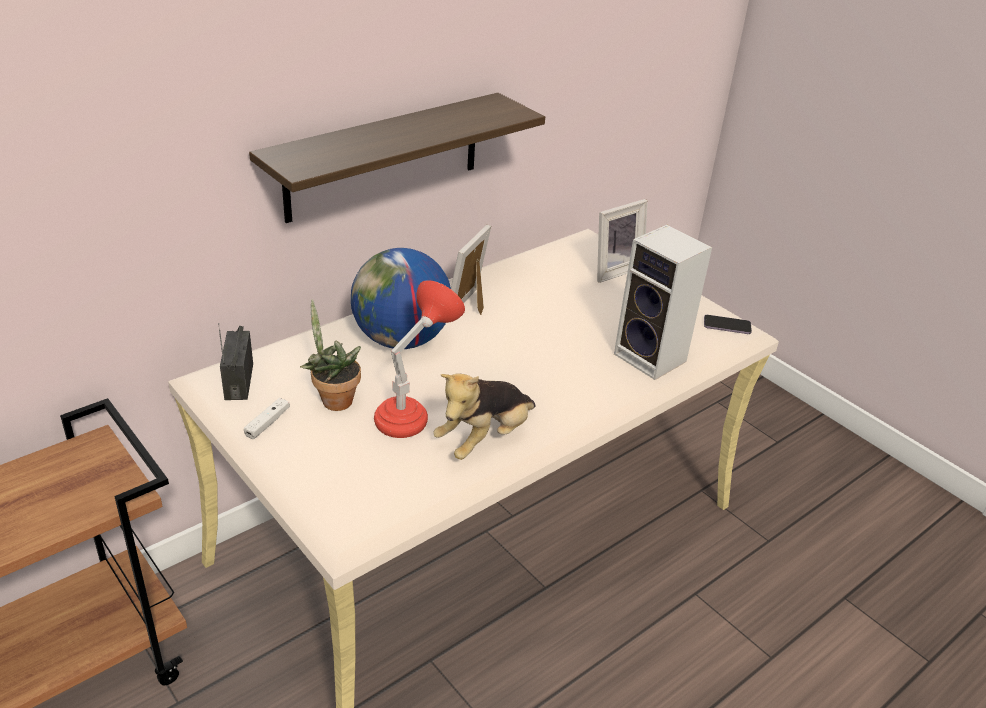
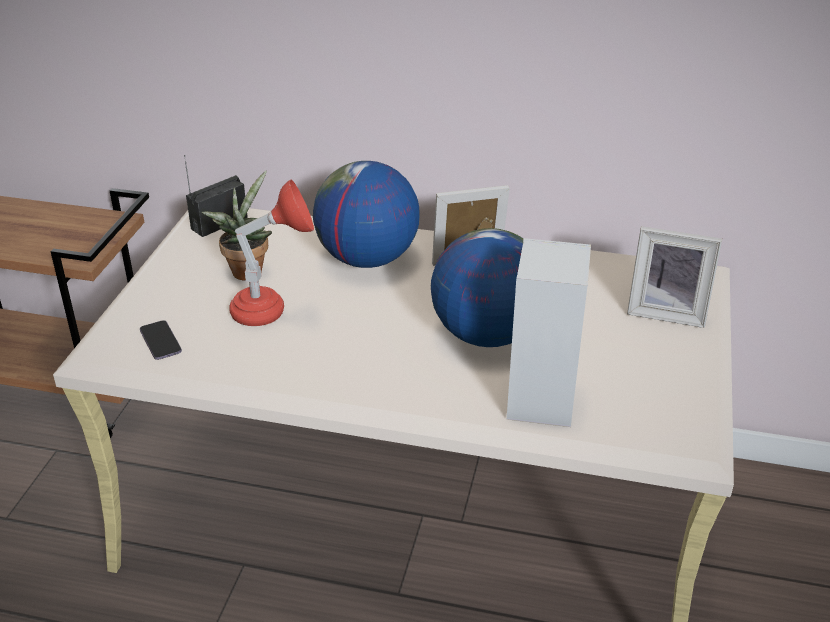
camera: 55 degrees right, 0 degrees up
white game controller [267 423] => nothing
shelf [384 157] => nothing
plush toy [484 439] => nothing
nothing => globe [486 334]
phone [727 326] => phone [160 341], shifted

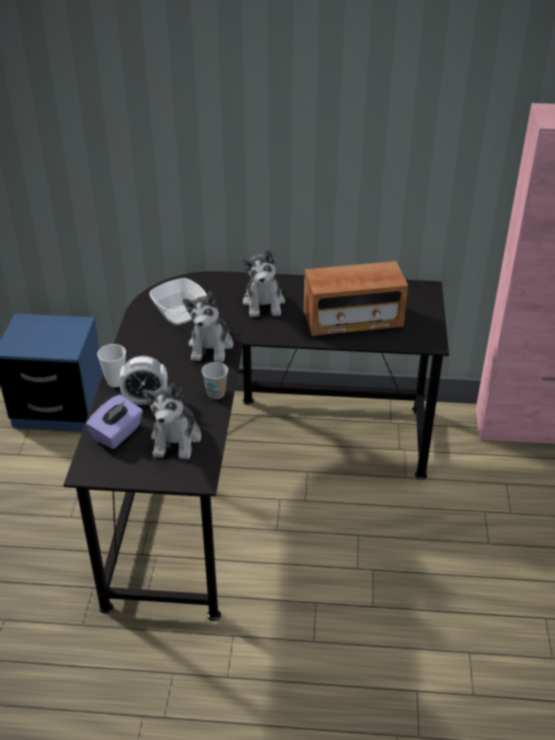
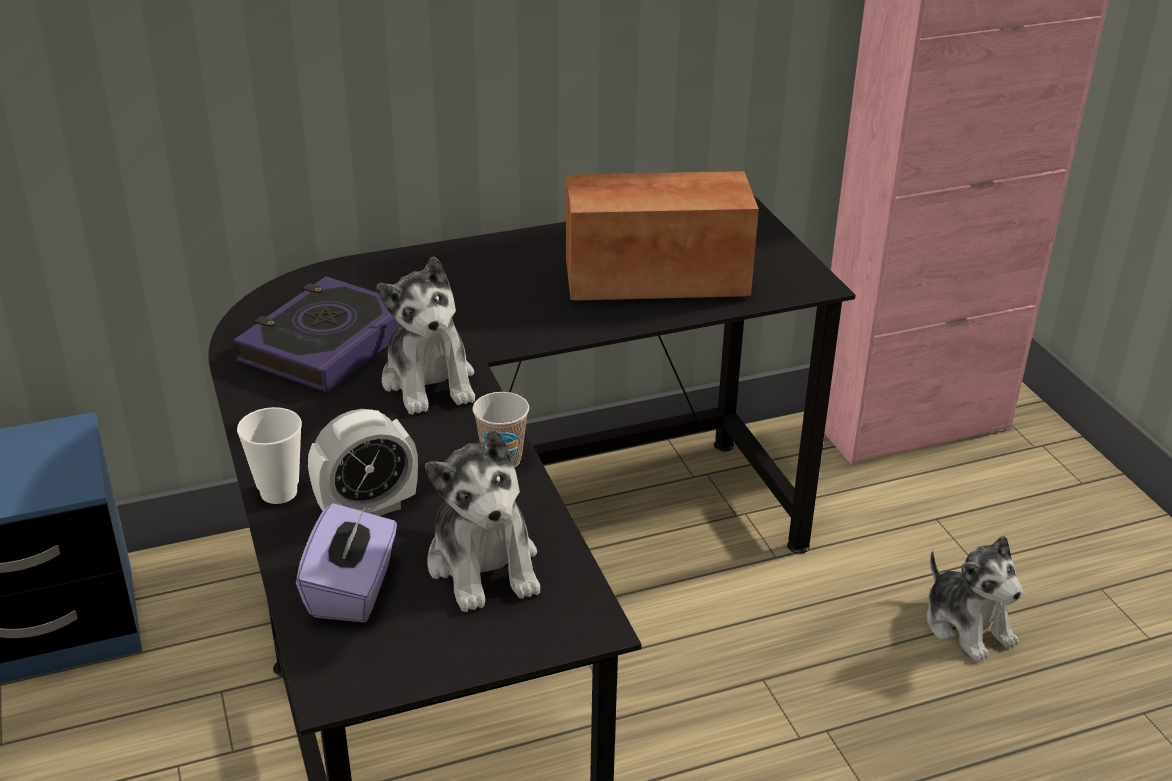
camera: 25 degrees left, 5 degrees down
plush toy [264 303] => plush toy [967 626], shifted
bowl [179 315] => book [326 344]
radio [353 320] => radio [656 280], 150 degrees counterclockwise

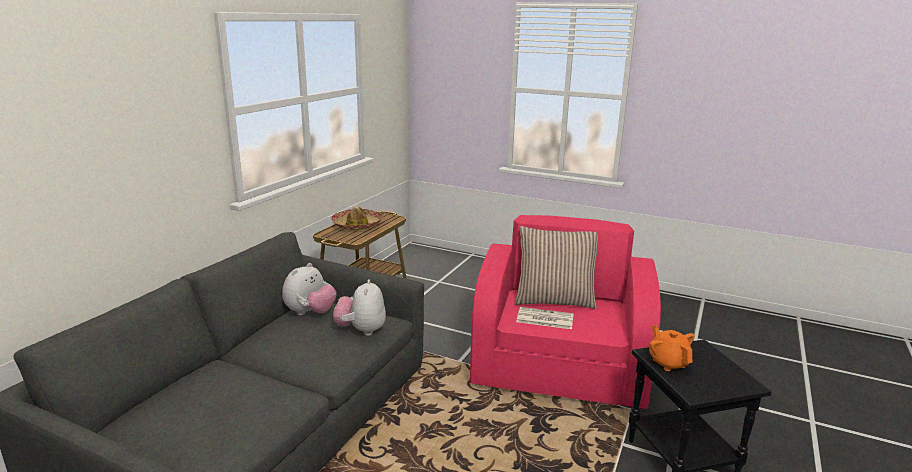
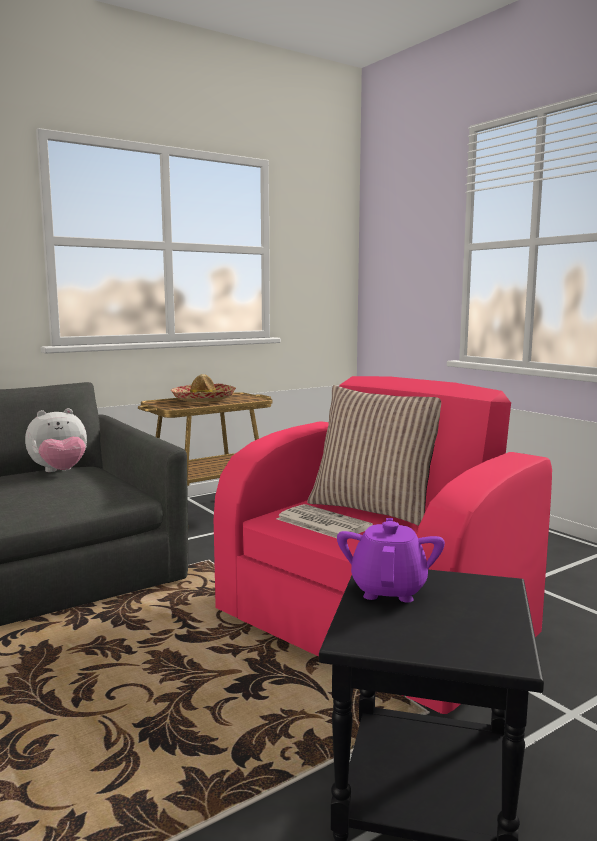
camera: 30 degrees right, 10 degrees down
plush toy [361 330] => nothing
orange teapot [668 362] => purple teapot [389 589]

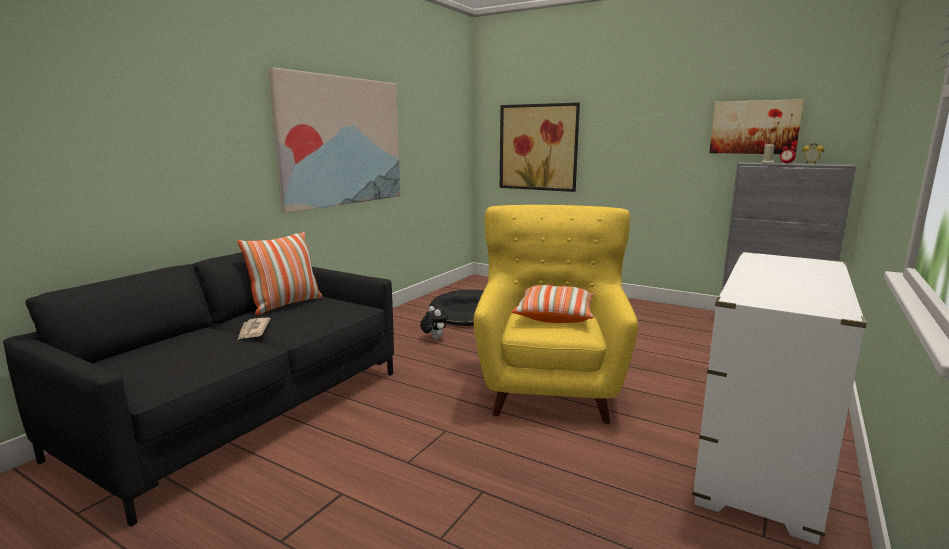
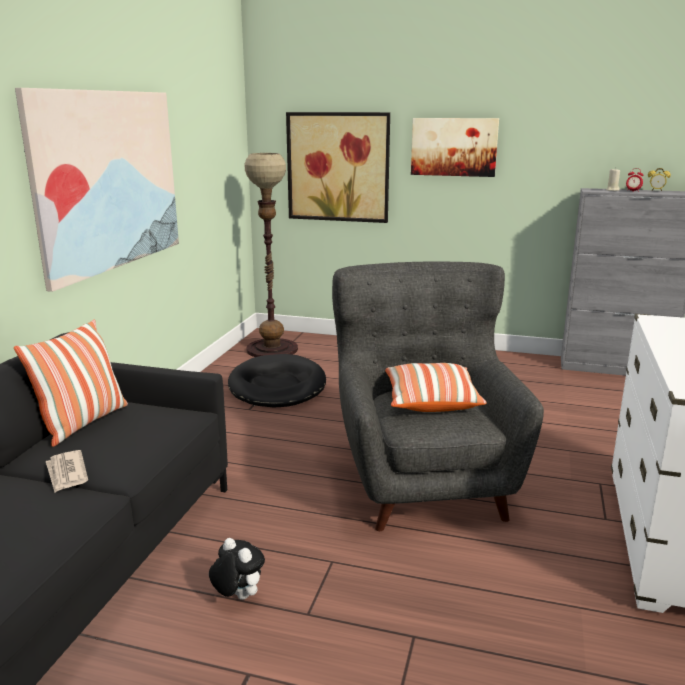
camera: 15 degrees left, 5 degrees up
nothing => floor lamp [272 349]
plush toy [434 338] => plush toy [237 596], shifted
picture [754 127] => picture [454 147], shifted
yellow armchair [550 386] => grey armchair [423 480]

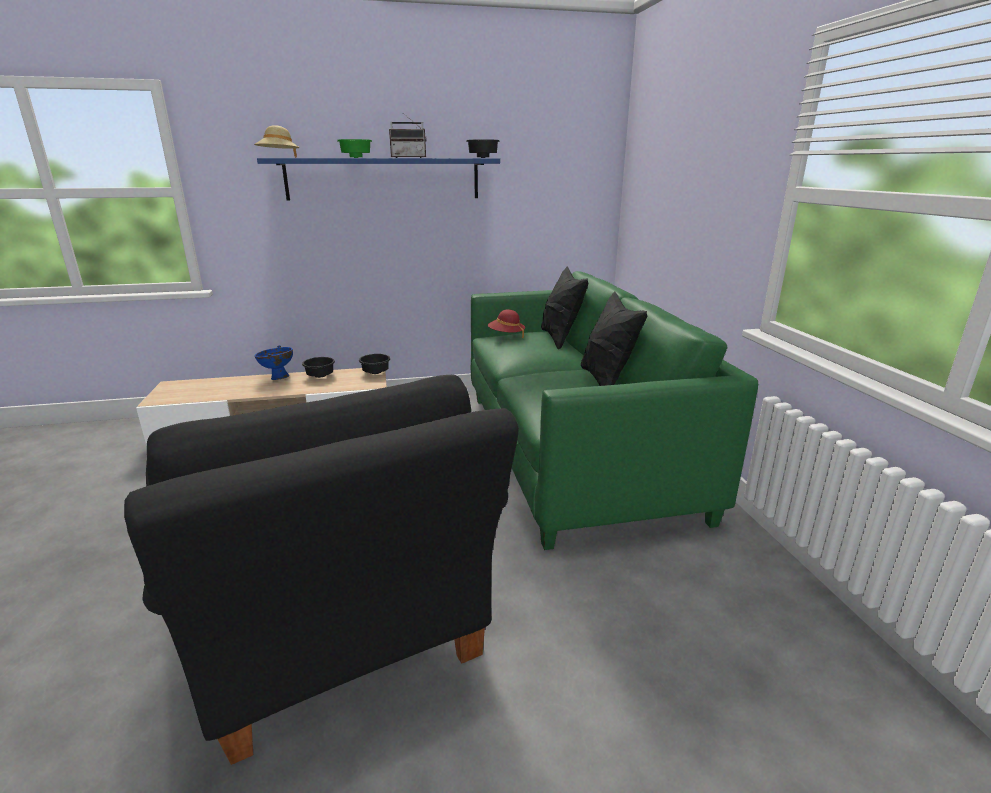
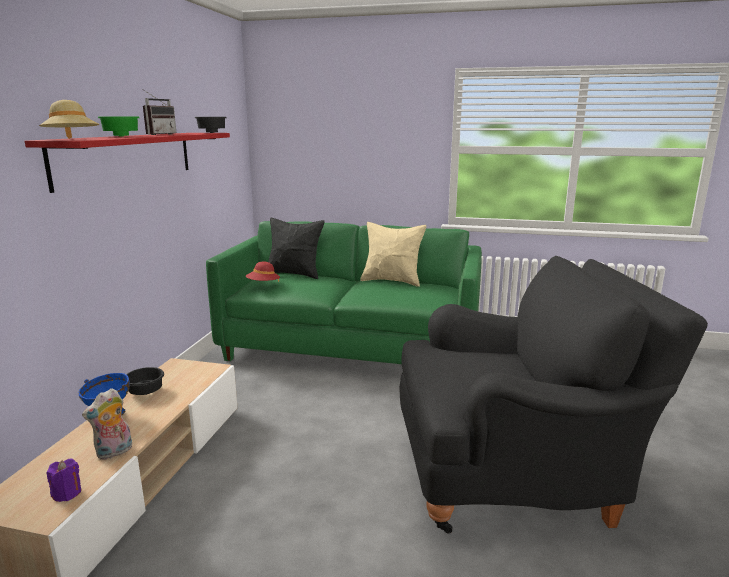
camera: 65 degrees left, 5 degrees down
black bowl [375 373] => nothing
nothing => purple candle [67 493]
nothing => plush toy [114 452]
blue shelf [383 179] => red shelf [128 157]
black pillow [607 381] => beige pillow [392 281]

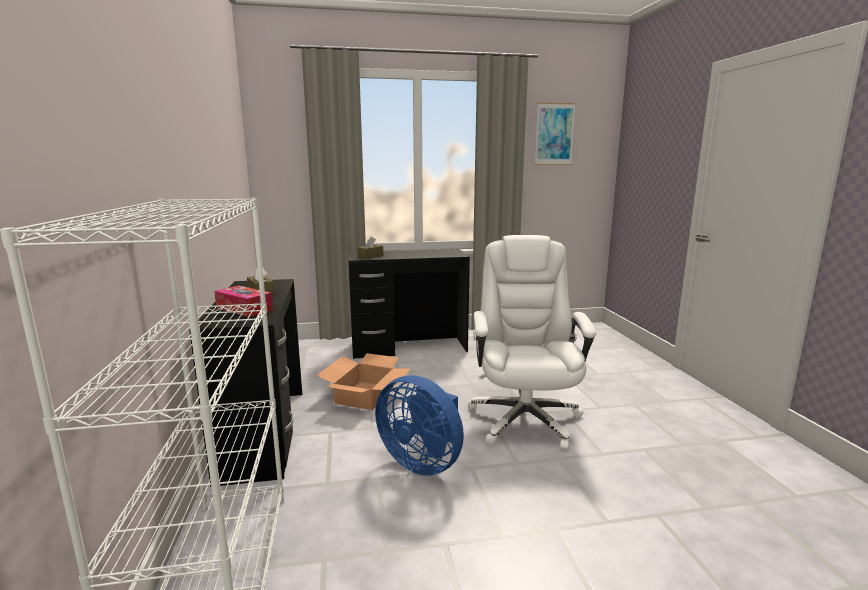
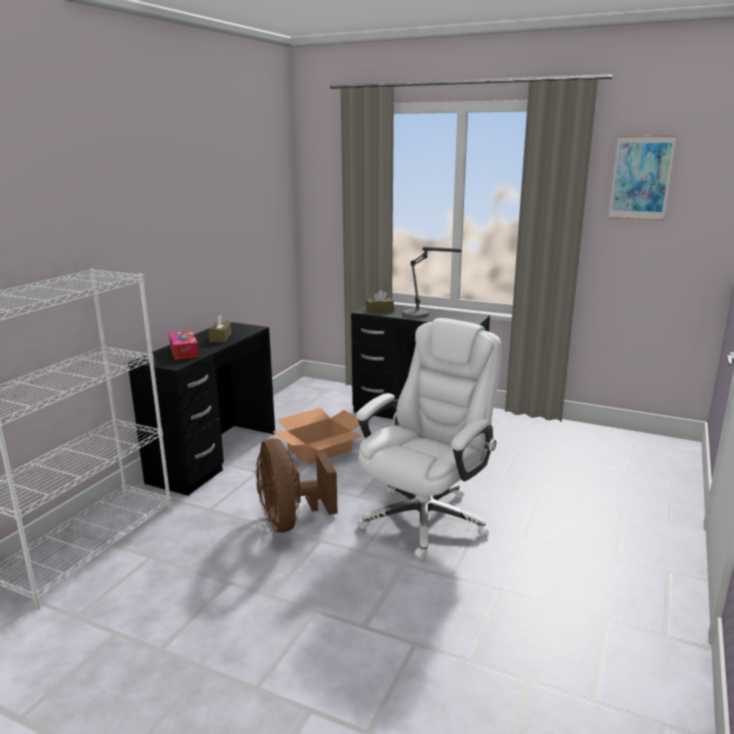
camera: 35 degrees right, 5 degrees up
nothing => table lamp [423 315]
blue fan [423 462] => brown fan [290 521]

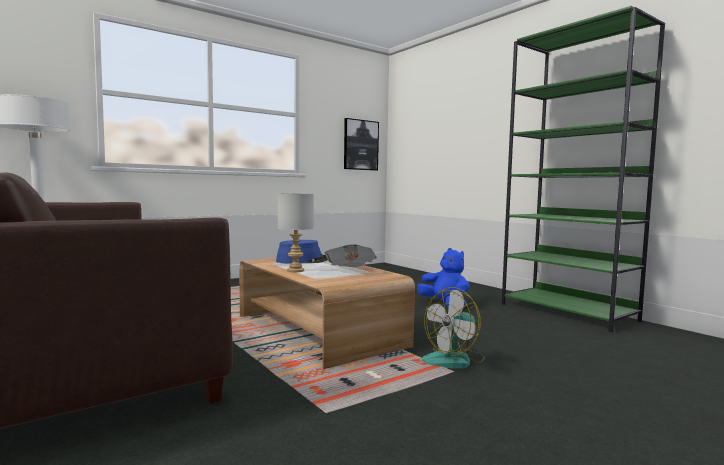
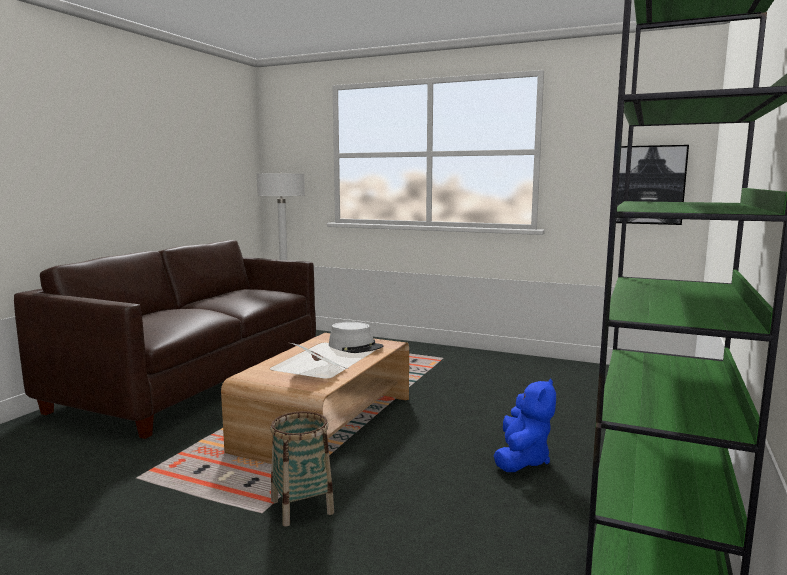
camera: 60 degrees right, 5 degrees up
grey table lamp [296 270] => nothing
fan [454 359] => basket [302 507]
blue hat [304 260] => grey hat [355 346]

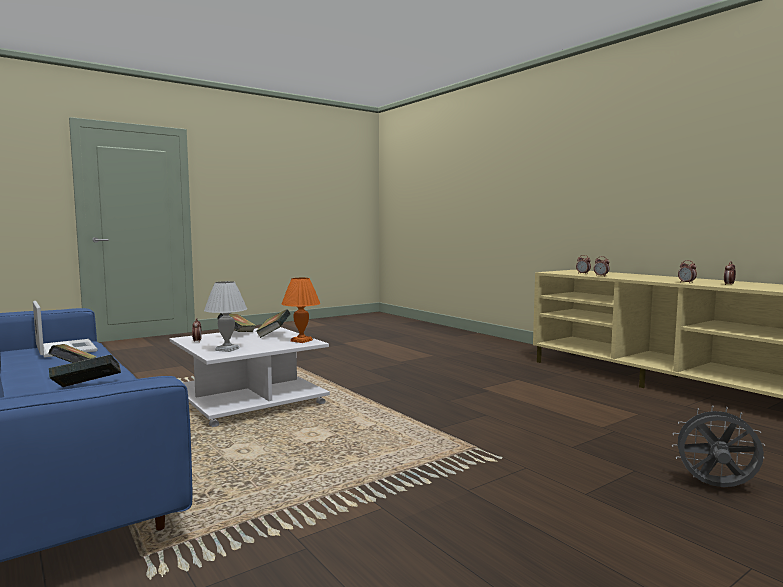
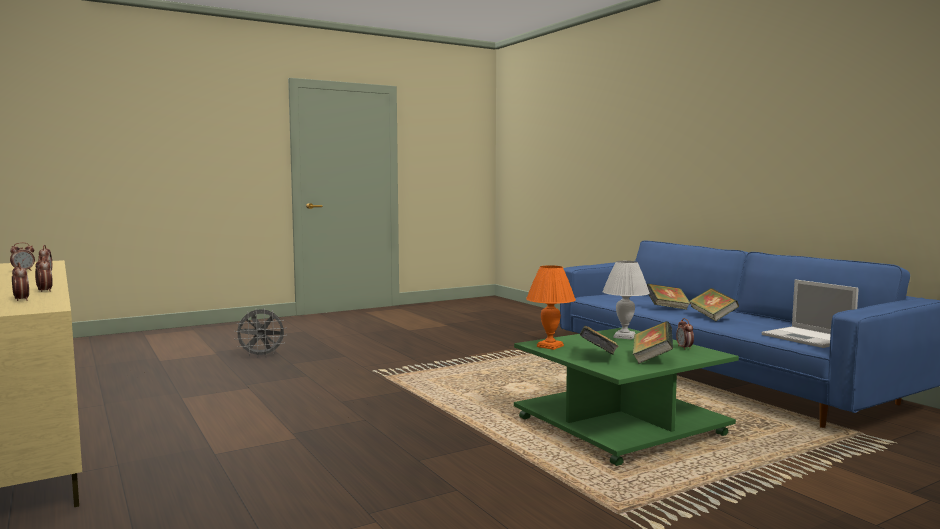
camera: 175 degrees left, 0 degrees up
white coffee table [247 400] => green coffee table [622 427]
grey fan [715 487] => grey fan [261 356], 45 degrees counterclockwise

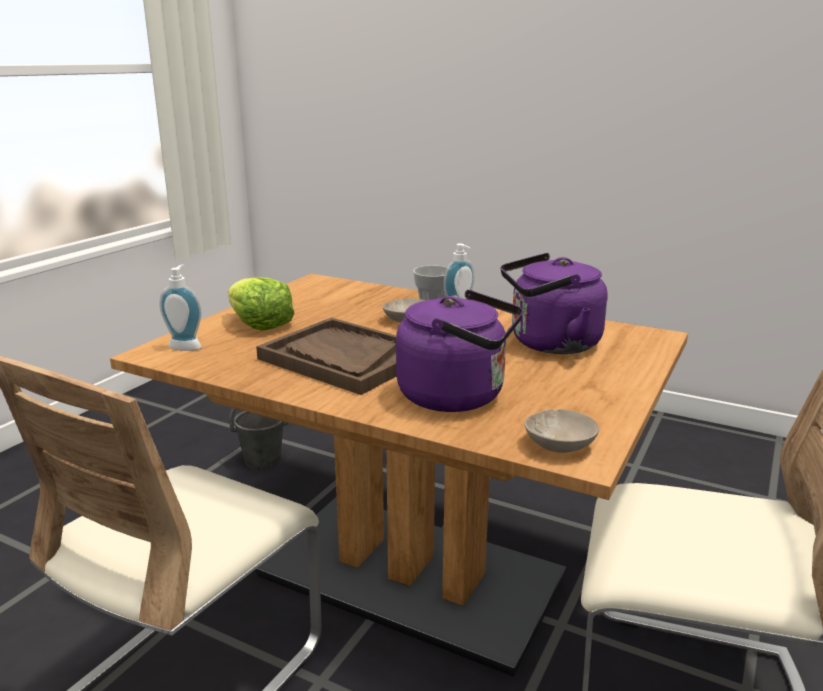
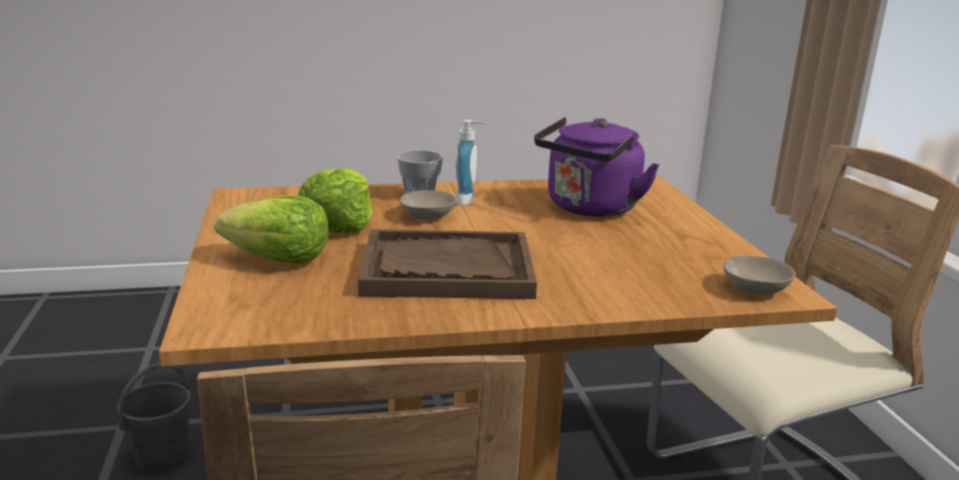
camera: 40 degrees left, 0 degrees up
soap dispenser [187 346] => nothing
purple kettle [458 396] => nothing
nothing => lettuce [338 224]

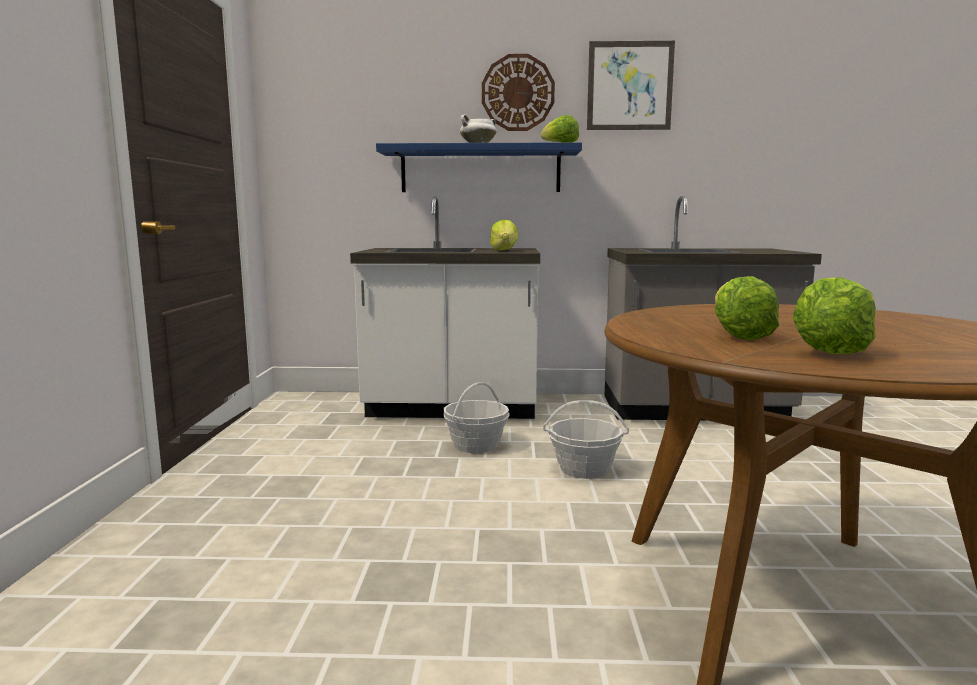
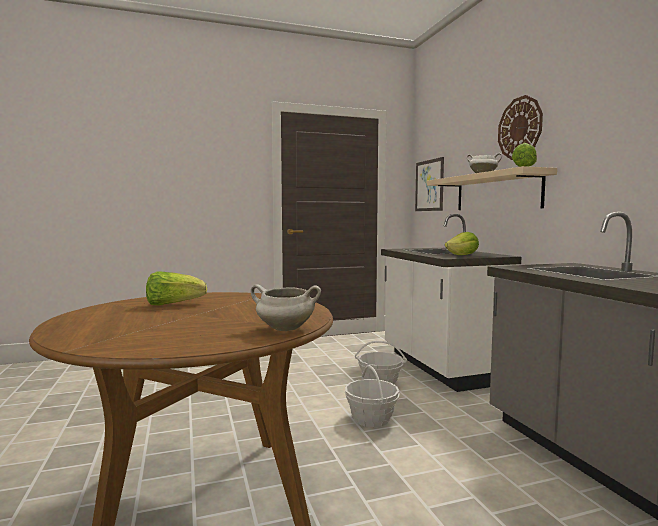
camera: 70 degrees right, 5 degrees down
lettuce [830 352] => nothing
nothing => white cooking pot [284 329]
picture [629 86] => picture [429 185], shifted
blue shelf [480 170] => beige shelf [496 192]

